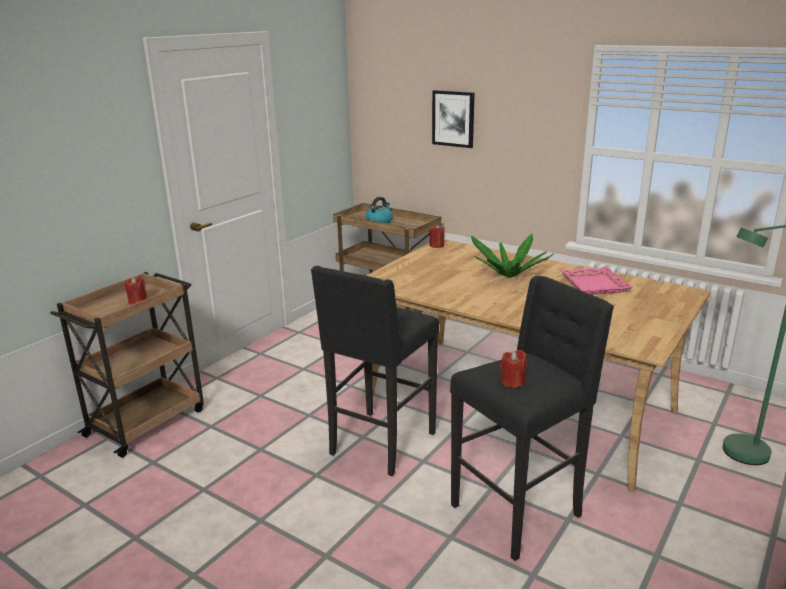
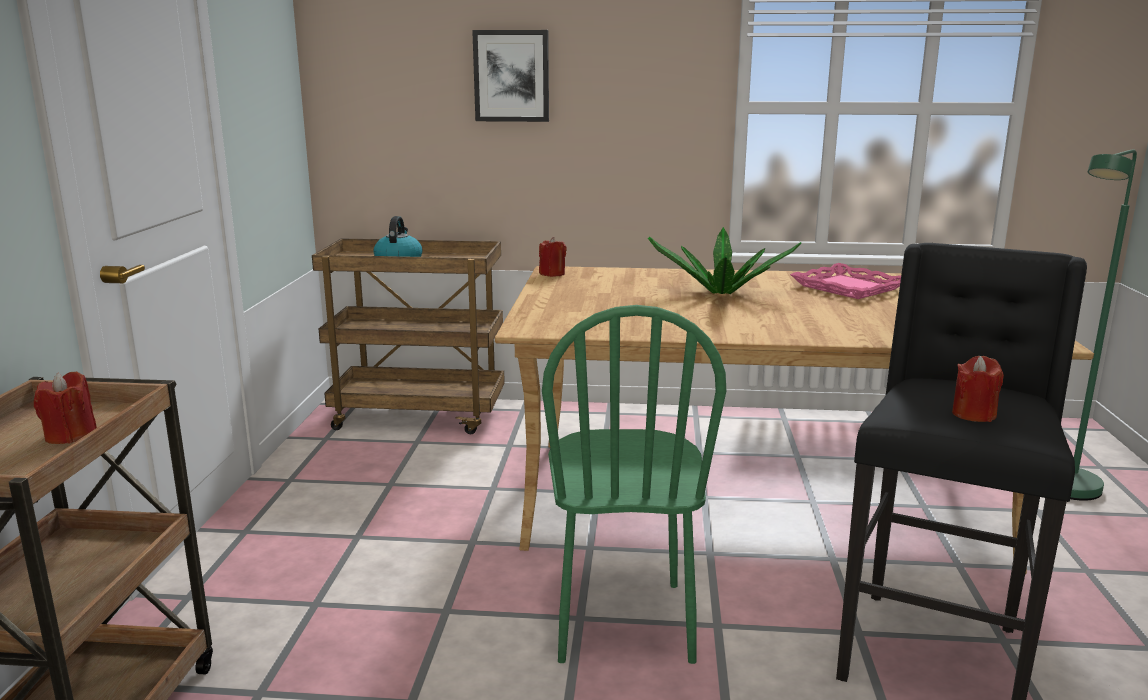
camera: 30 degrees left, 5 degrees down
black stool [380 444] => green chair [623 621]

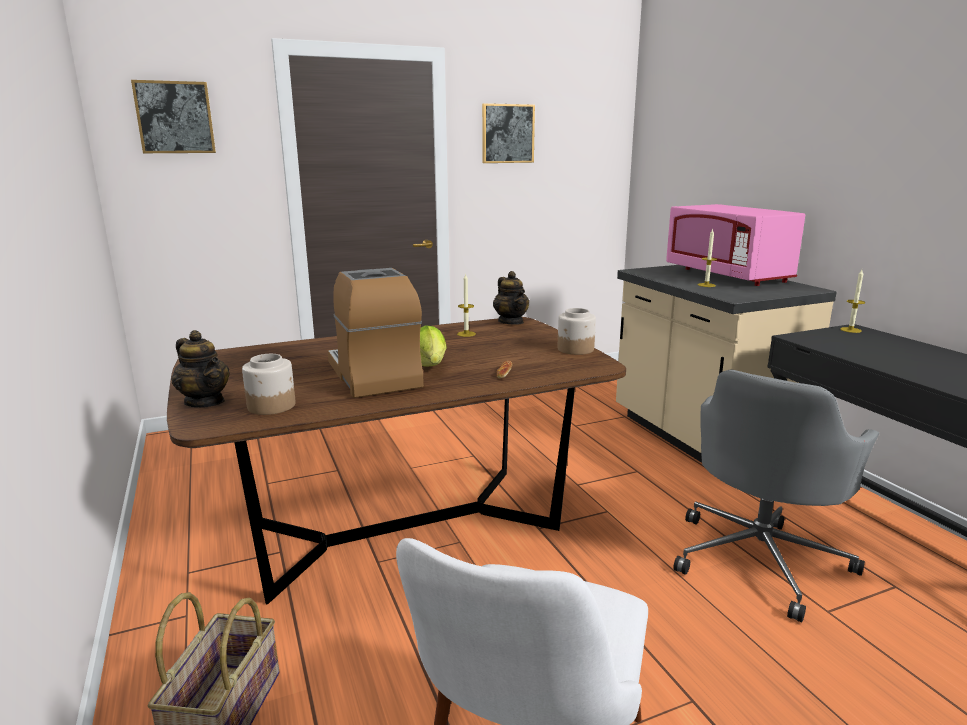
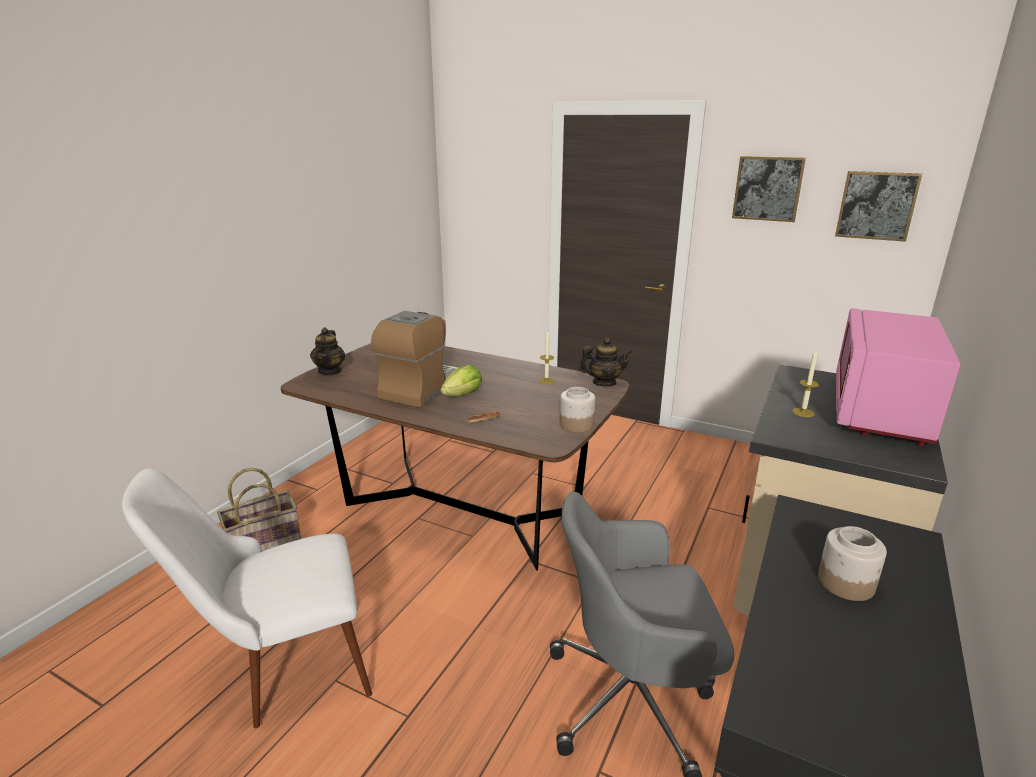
camera: 50 degrees right, 5 degrees up
candle [850 330] => nothing
picture [175 117] => picture [876 205], shifted
jar [272 406] => jar [846 583], shifted
teapot [511 322] => teapot [604 383], 120 degrees counterclockwise

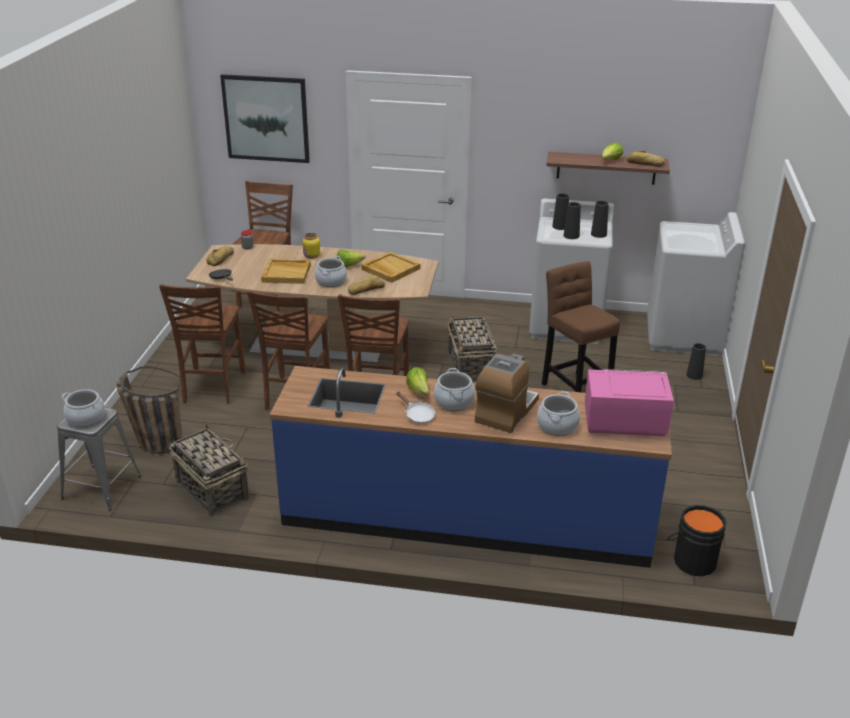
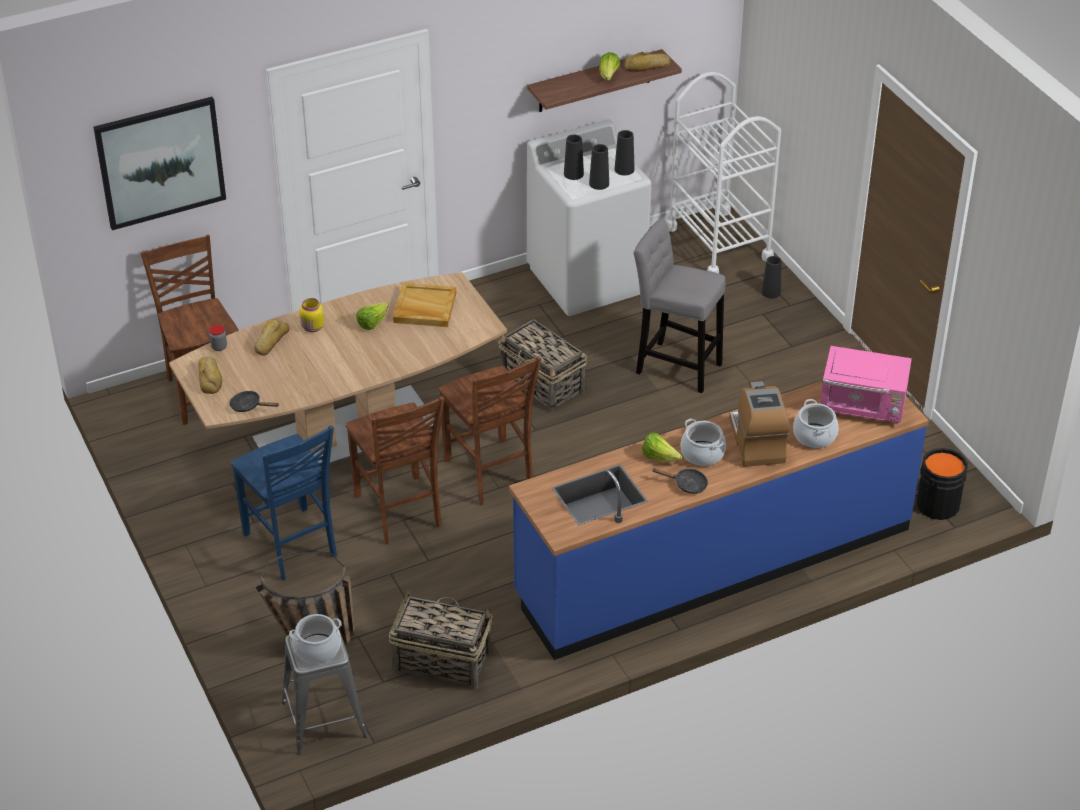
camera: 35 degrees left, 10 degrees up
beige tray [287 273] => nothing
cooking pot [331 281] => nothing
bread [365 289] => bread [270 341], shifted
white washing machine [684 336] => white cart [719 243]
brown chair [212 387] => blue chair [292 546]
white frying pan [417 415] => black frying pan [687 484]
brown stool [574 390] => grey stool [674 366]
pink microwave [623 423] => pink microwave [863 406], 135 degrees counterclockwise

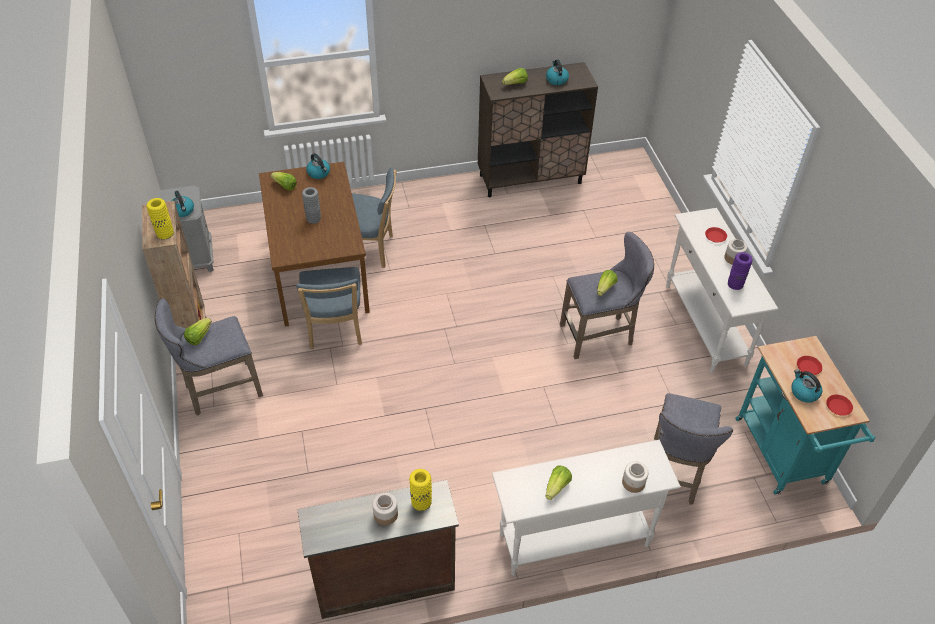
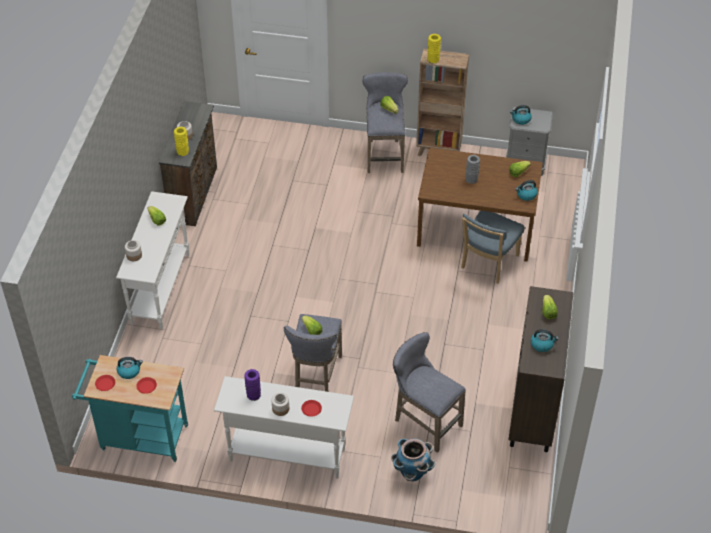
camera: 115 degrees right, 0 degrees up
blue chair [334 329] => nothing
nothing => planter [412 473]
grey stool [674 474] => grey stool [424 422], shifted

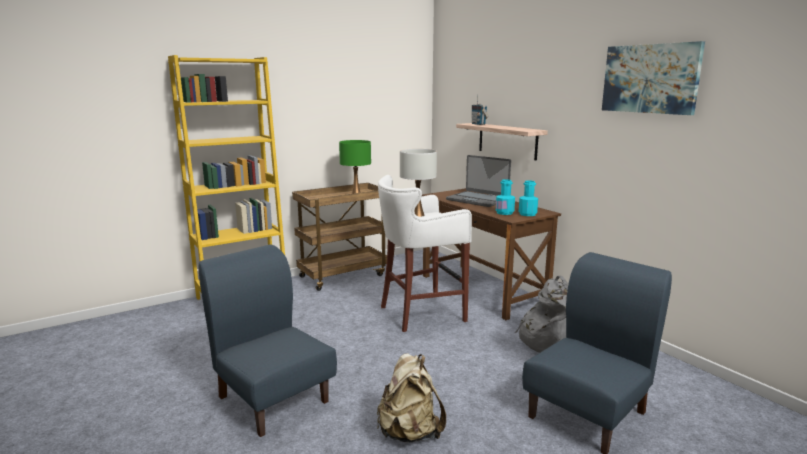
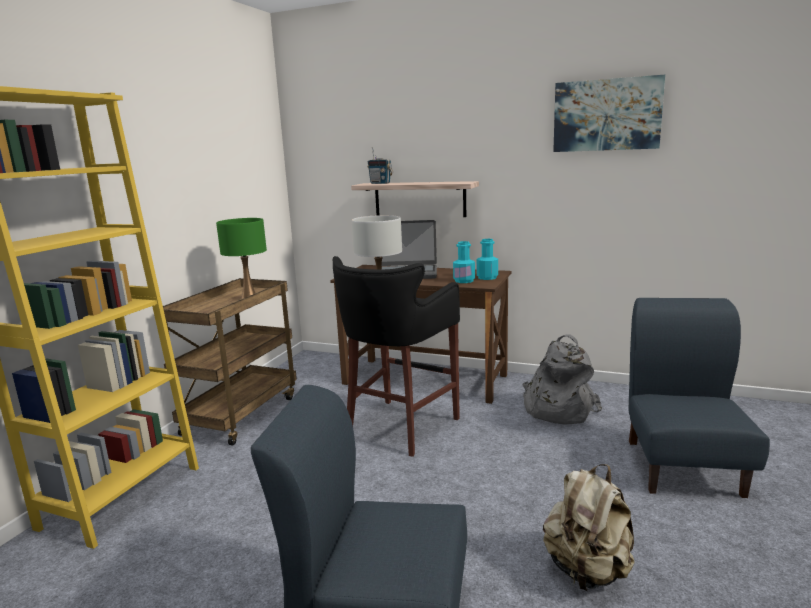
camera: 35 degrees left, 0 degrees up
white stool [419 313] => black stool [399 428]

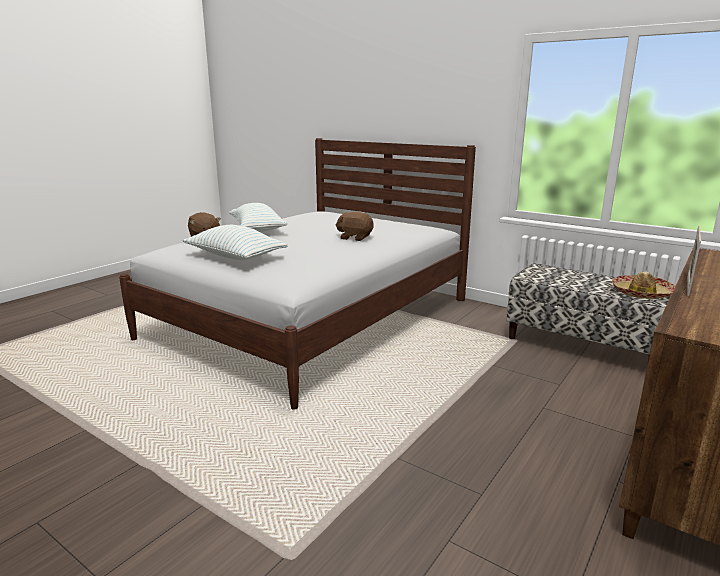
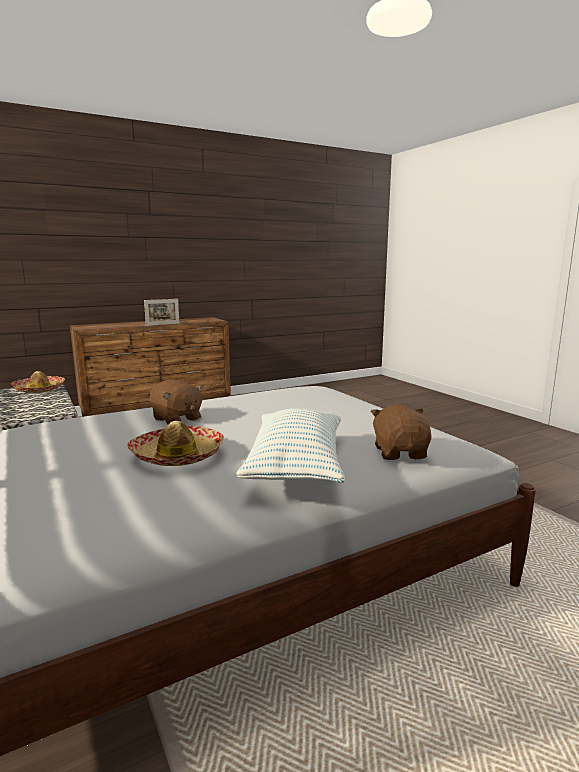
camera: 155 degrees left, 5 degrees down
pillow [235 257] => nothing
nothing => hat [178 455]

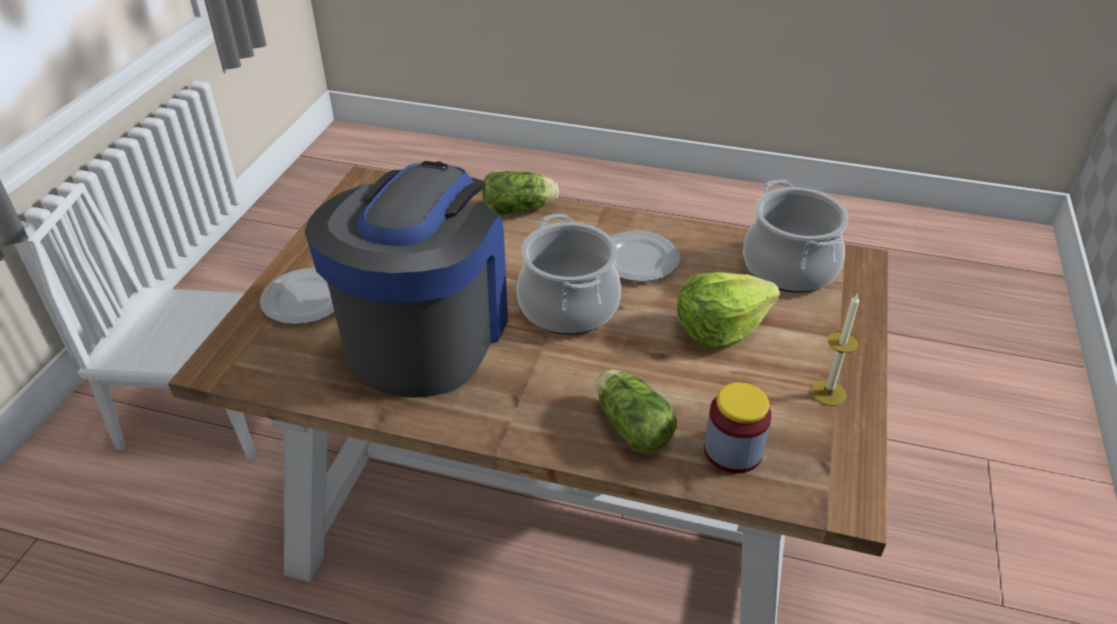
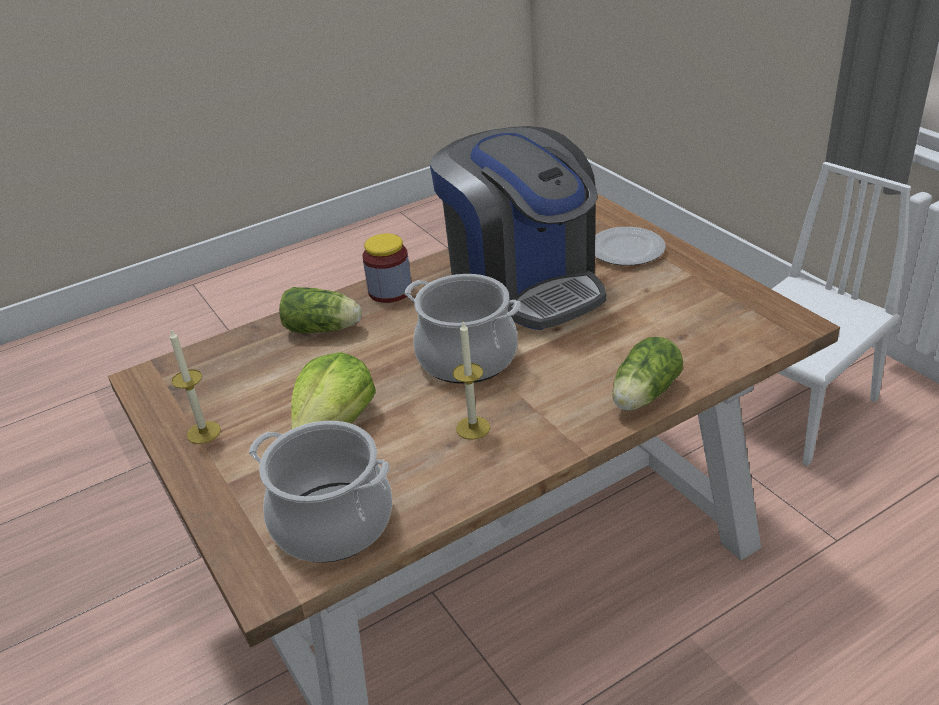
camera: 135 degrees right, 5 degrees down
jar [733 451] => jar [390 291], shifted
plate [639 260] => candle [473 428]

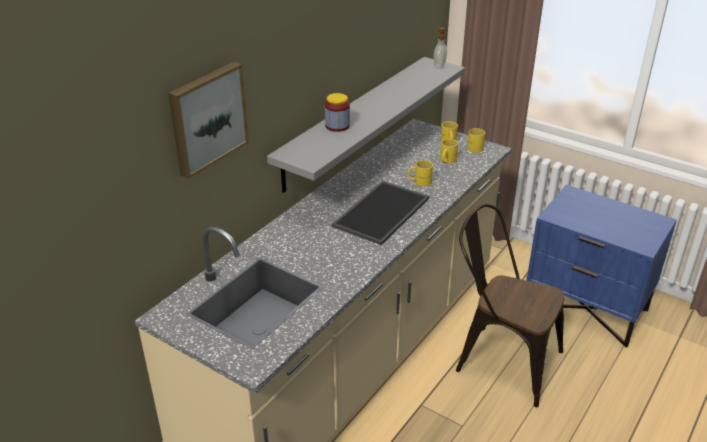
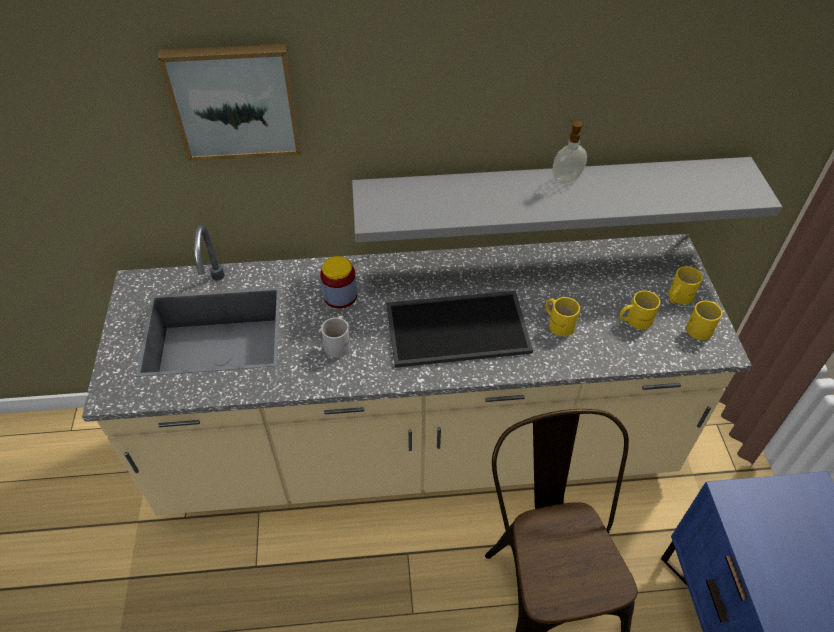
camera: 50 degrees right, 15 degrees up
nothing => white mug [340 343]
jar [337 126] => jar [340 296], shifted
soap dispenser [438 66] => soap dispenser [565 178], shifted

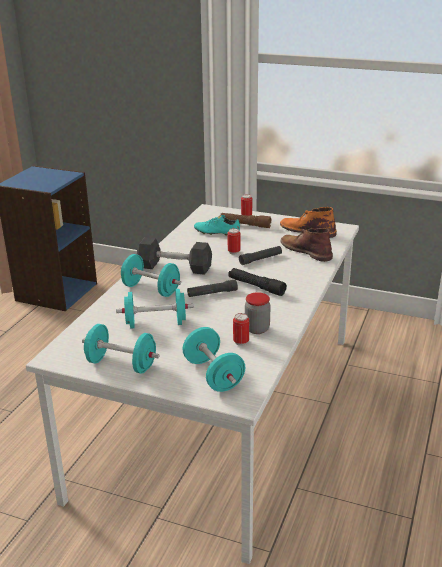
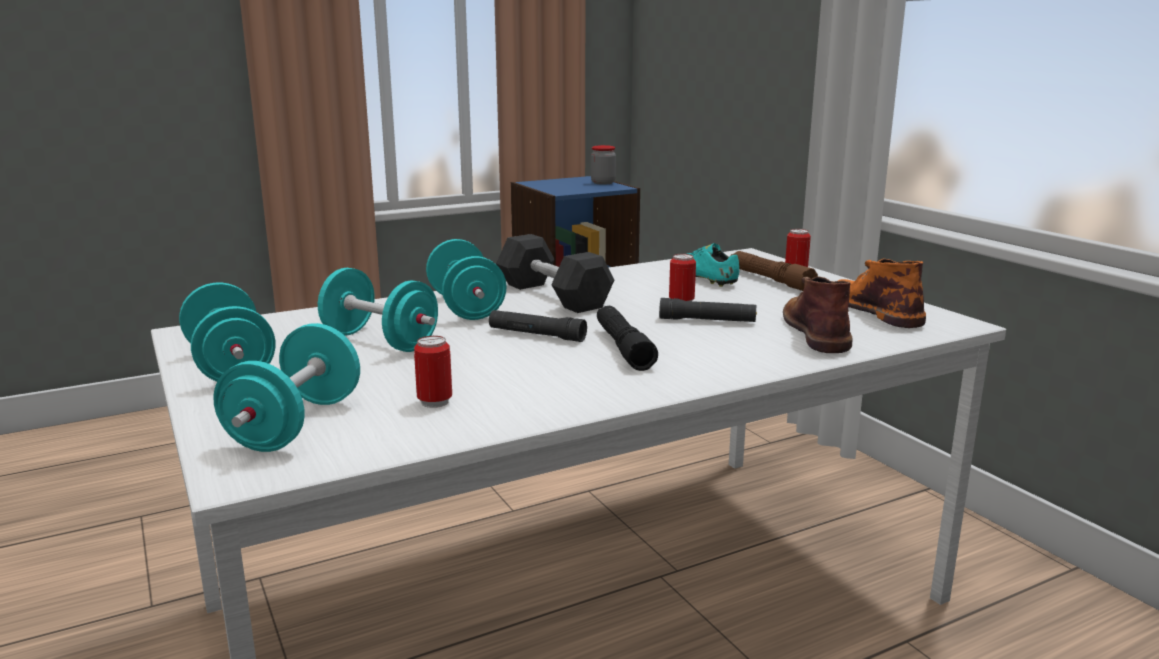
camera: 40 degrees right, 10 degrees down
jar [257 329] => jar [603 183], shifted

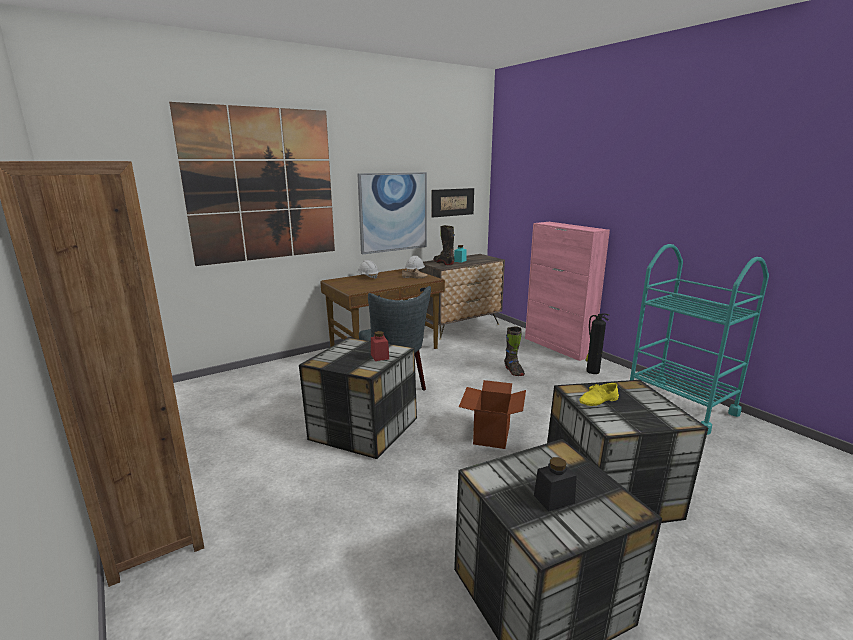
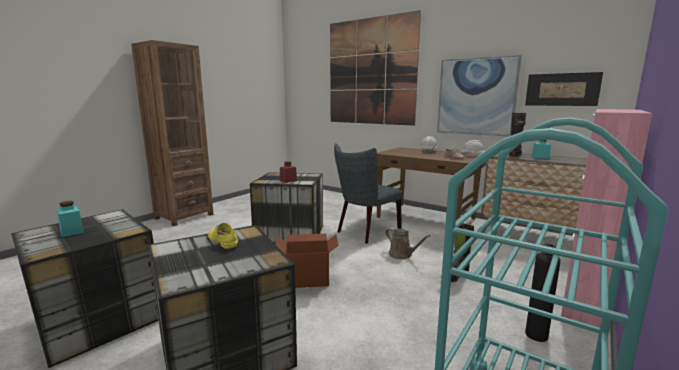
camera: 70 degrees right, 5 degrees down
nothing => brown watering can [402 255]
black jar [554 499] => turquoise jar [72 231]

